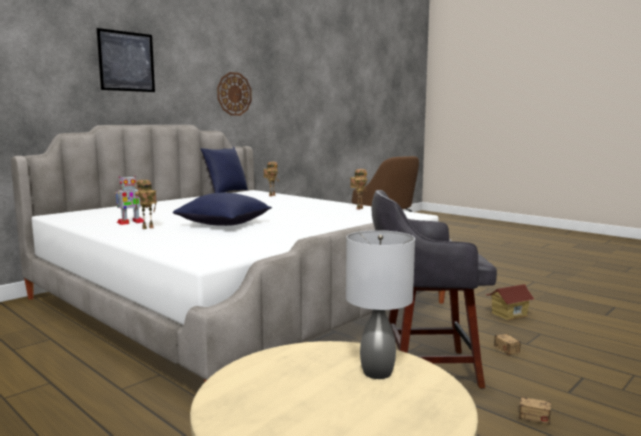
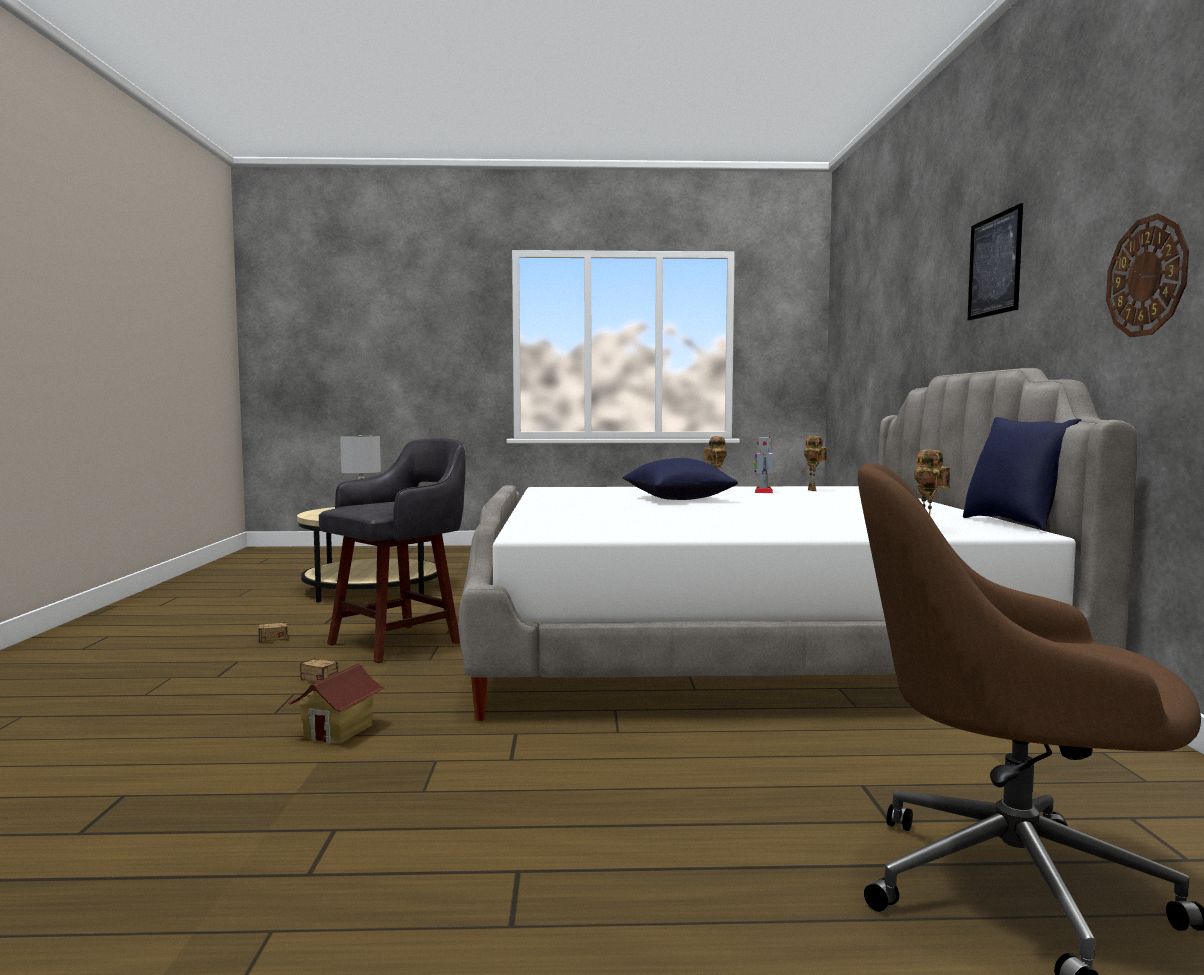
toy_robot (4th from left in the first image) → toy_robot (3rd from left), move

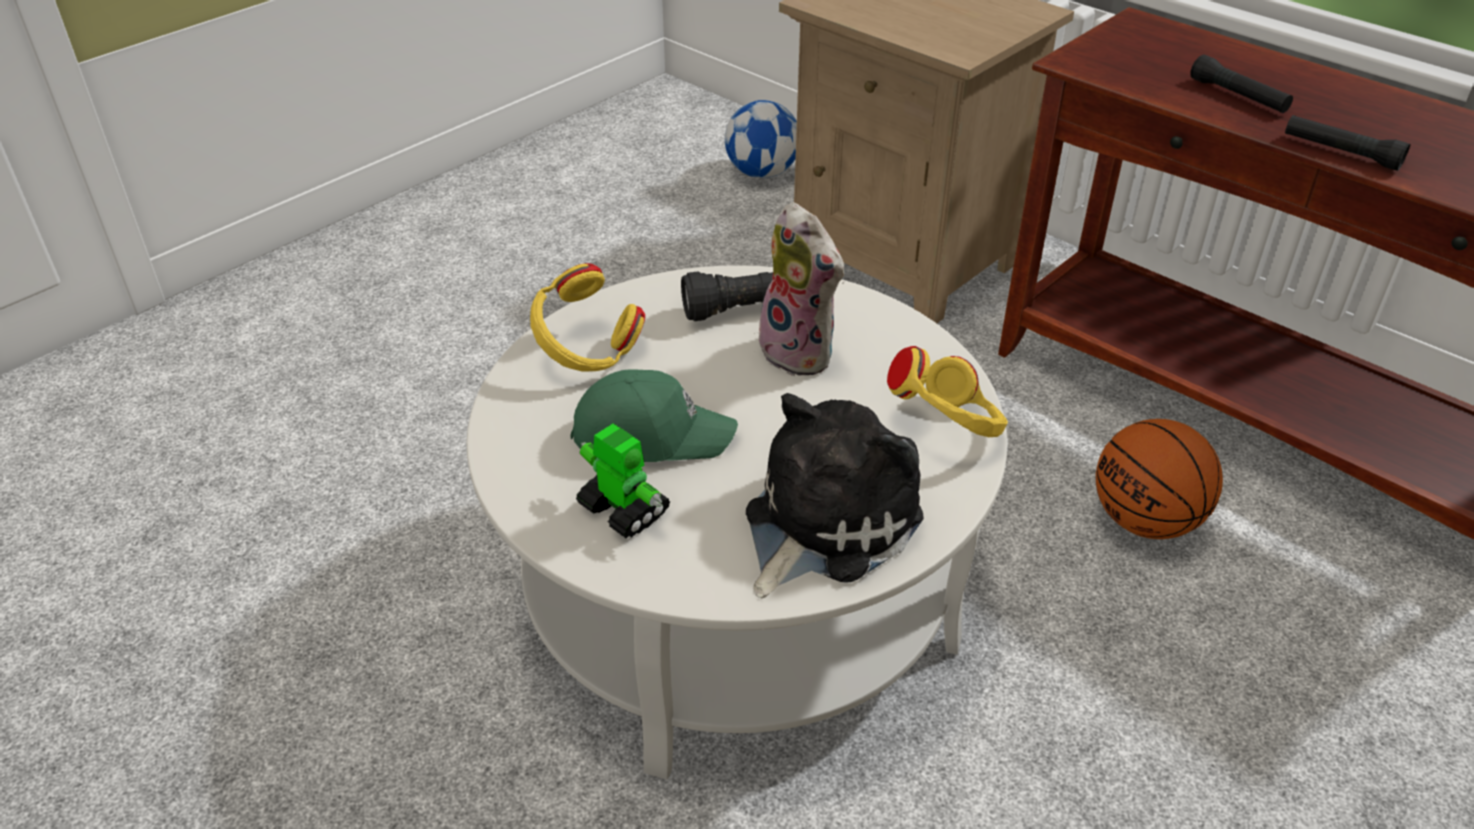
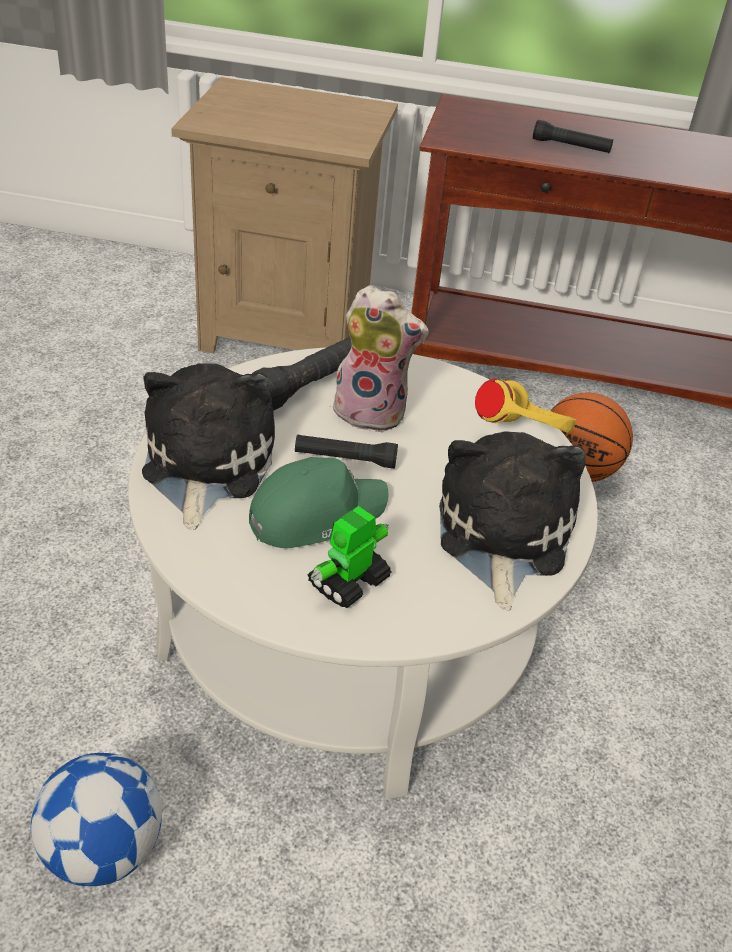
yellow_headphones (1st from left) → plush_toy (1st from left)
toy_robot, 60 degrees counterclockwise
football, move
black_flashlight (3rd from left in the first image) → black_flashlight (2nd from left), move

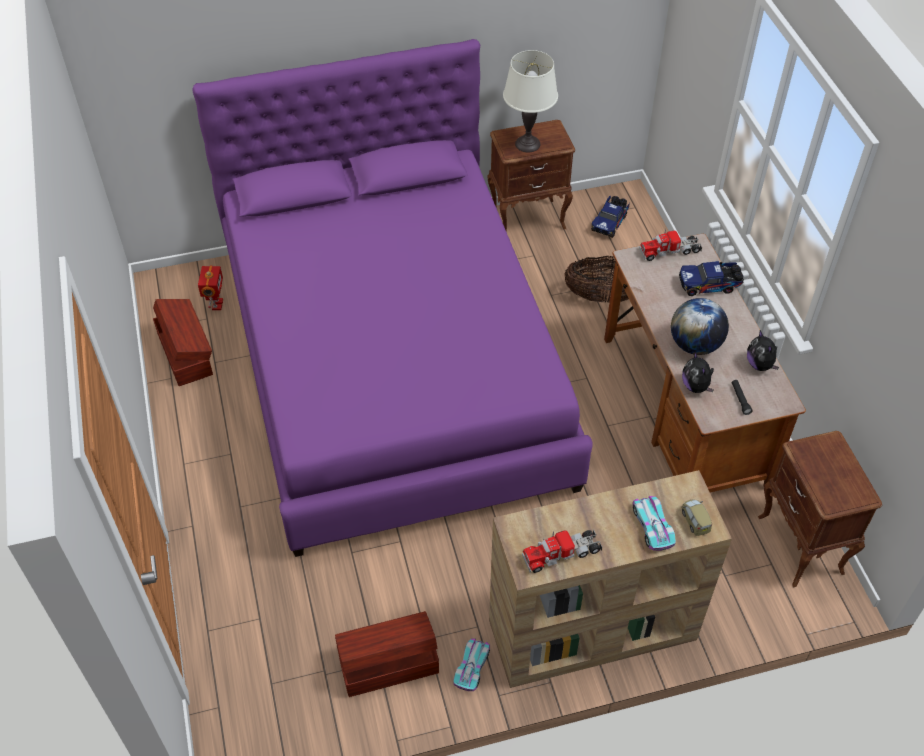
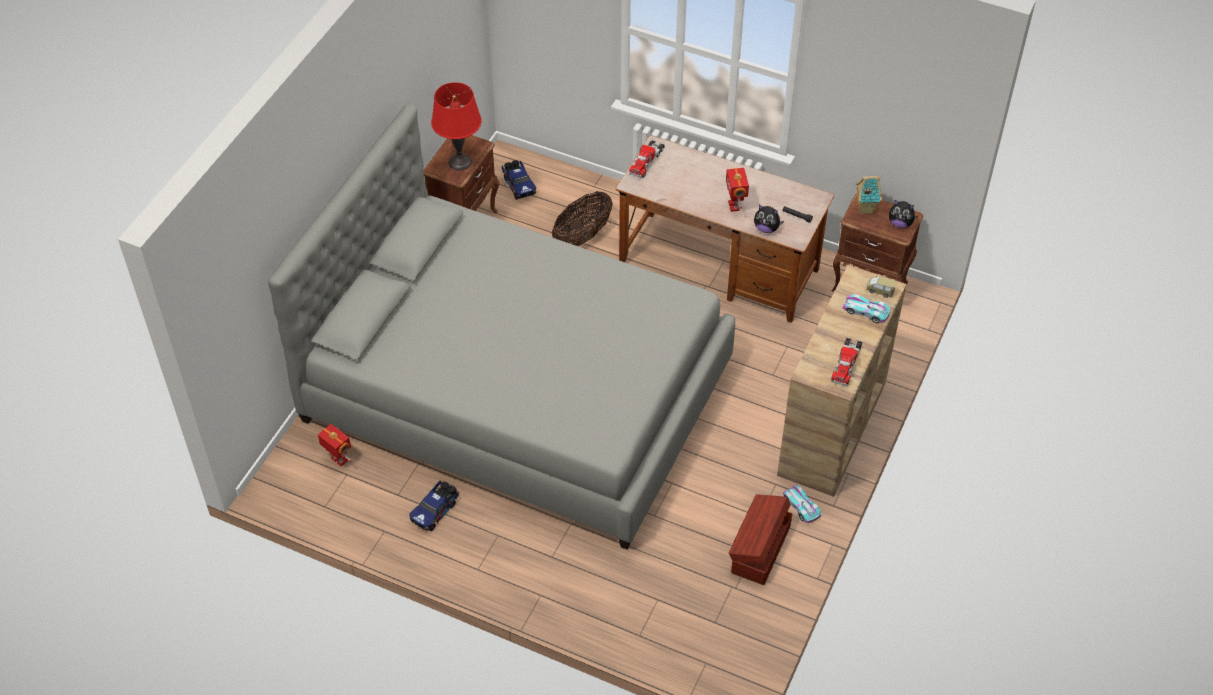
brown_storage_box (1st from left) → -
purple_bed → grey_bed
white_table_lamp → red_table_lamp
globe → toy_robot (2nd from left)
toy_truck (4th from left in the first image) → toy_truck (1st from left), move
plush_toy (2nd from left), move
- → toy_house

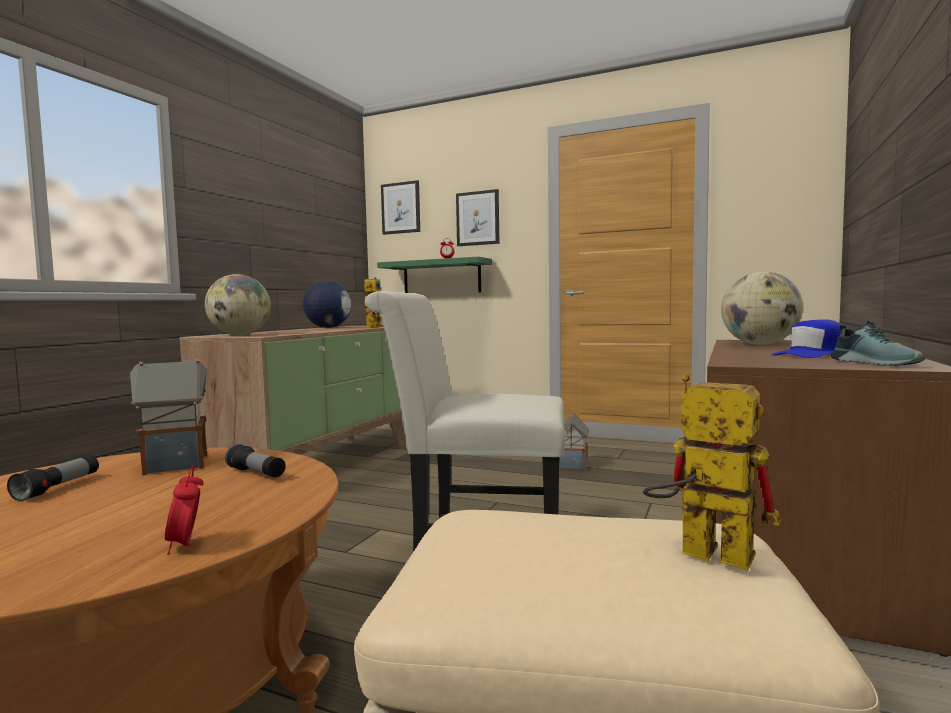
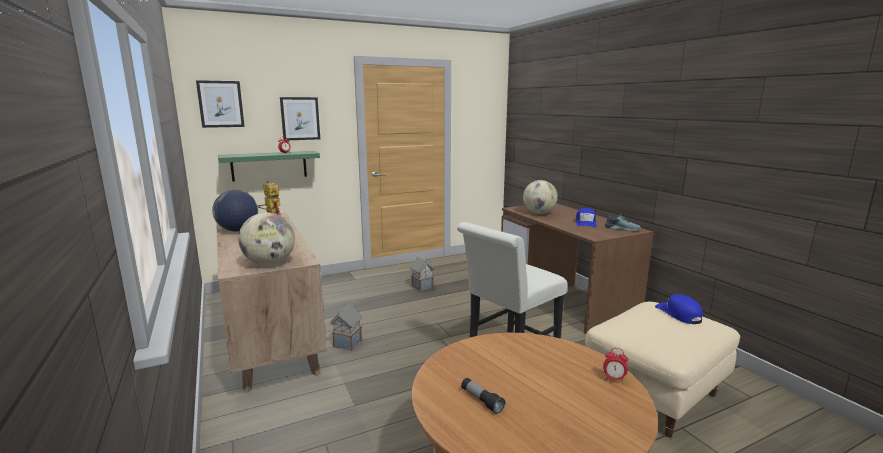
toy_house (1st from left), move
flashlight (2nd from left) → -
toy_robot (2nd from left) → blue_cap (2nd from left)

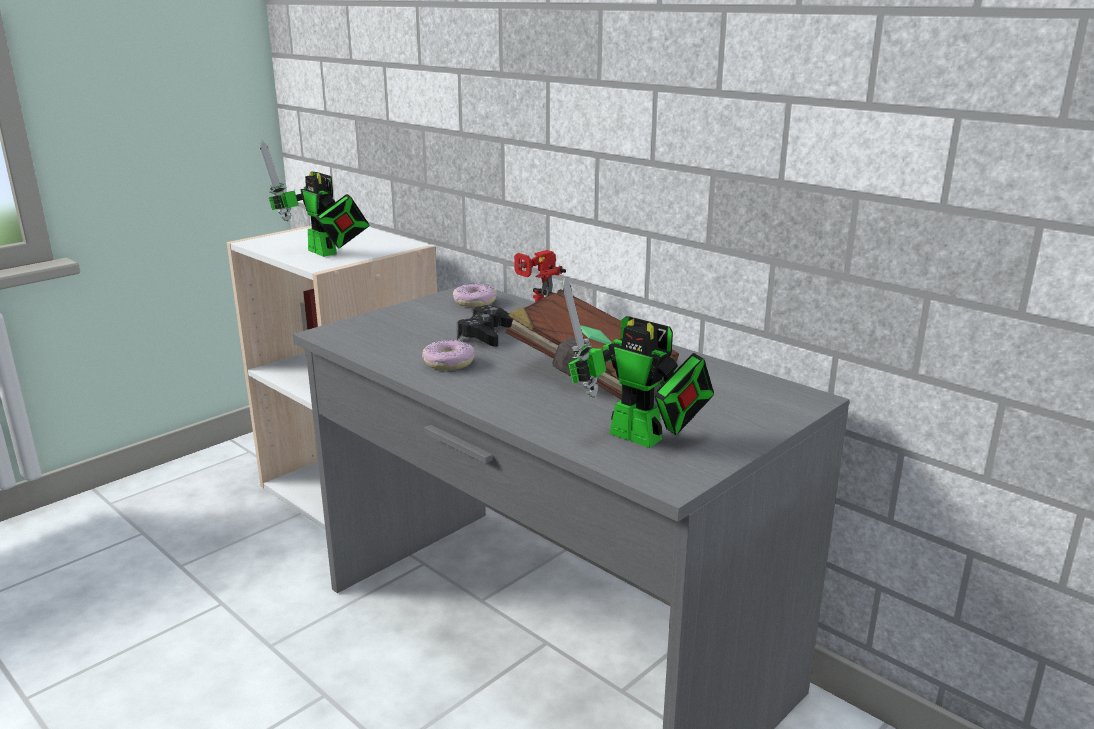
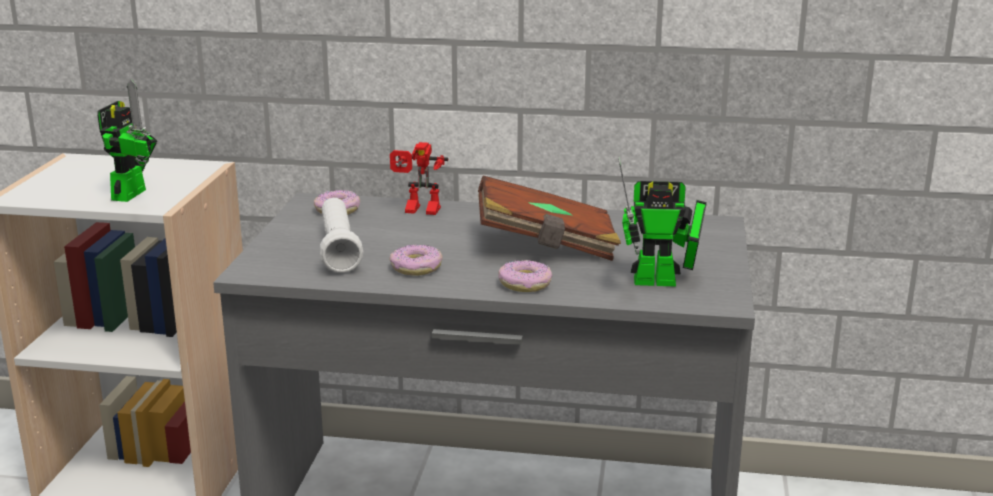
toy_robot (1st from left), 90 degrees counterclockwise
black_game_controller → -
- → white_flashlight
- → donut (3rd from left)

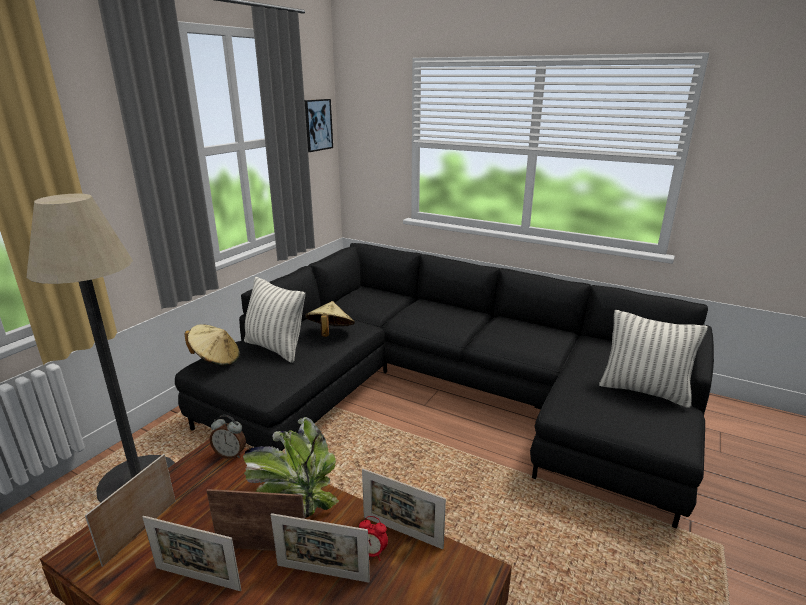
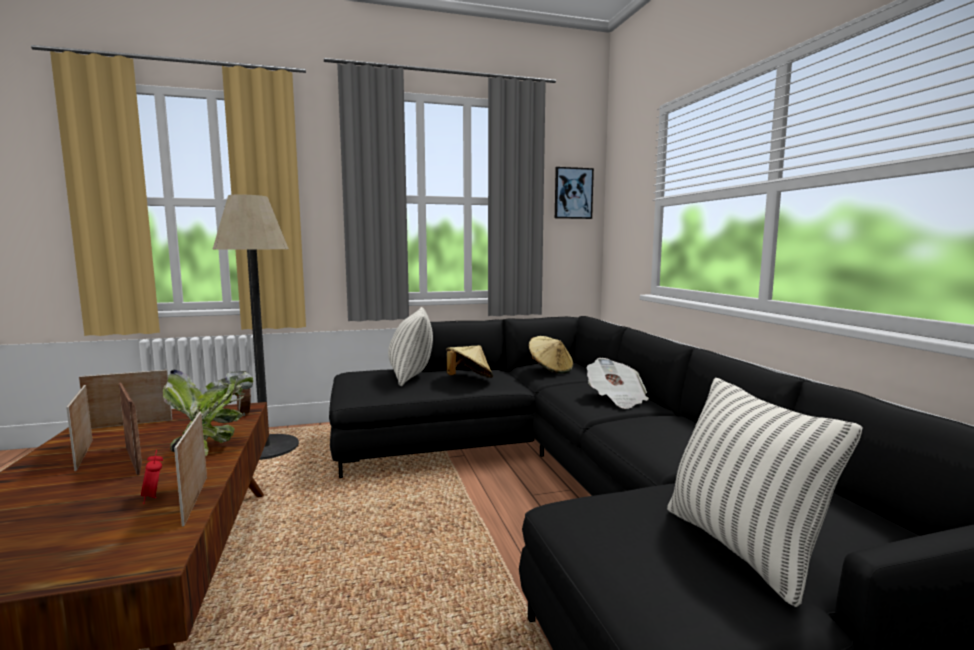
beige_hat (1st from left in the first image) → beige_hat (2nd from left), move
picture_frame (4th from left) → -
- → newspaper

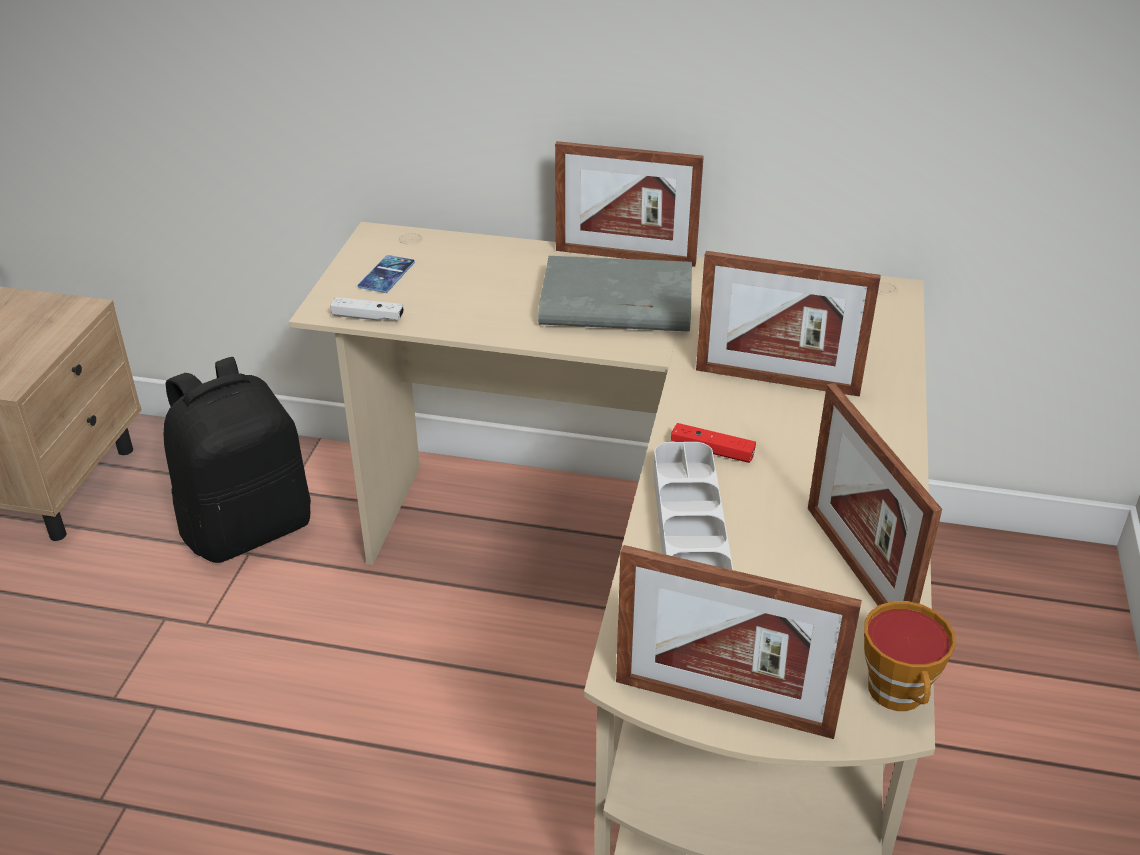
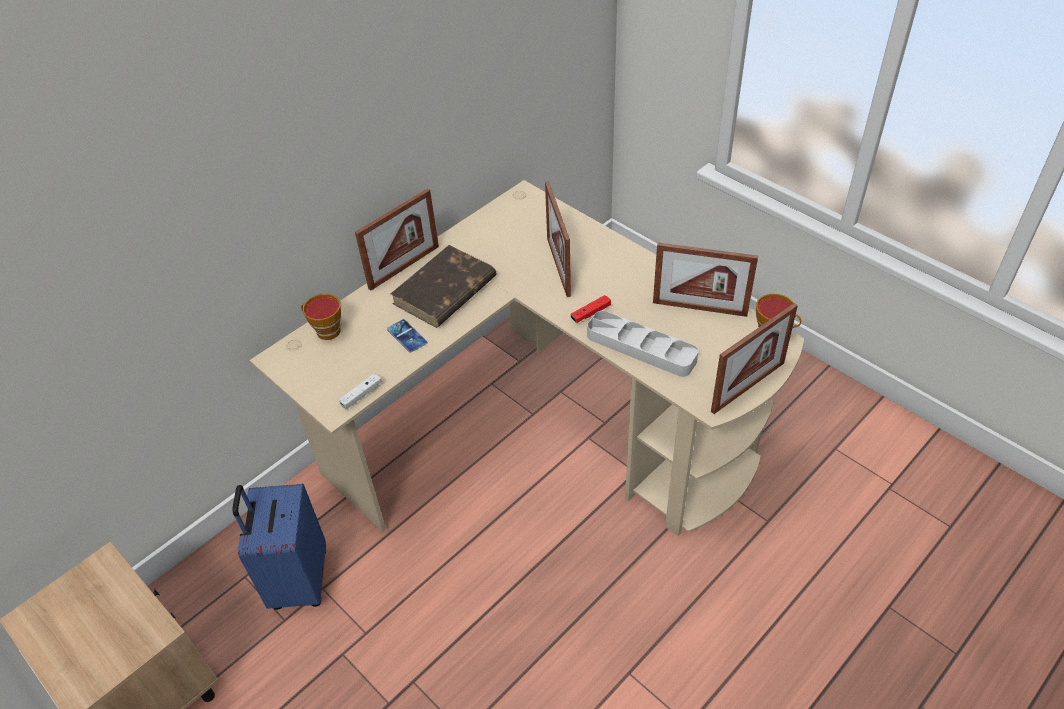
black_backpack → blue_suitcase
phone, move
grey_book → brown_book
picture_frame (3rd from left in the first image) → picture_frame (2nd from left), 120 degrees clockwise
- → cup (1st from left)

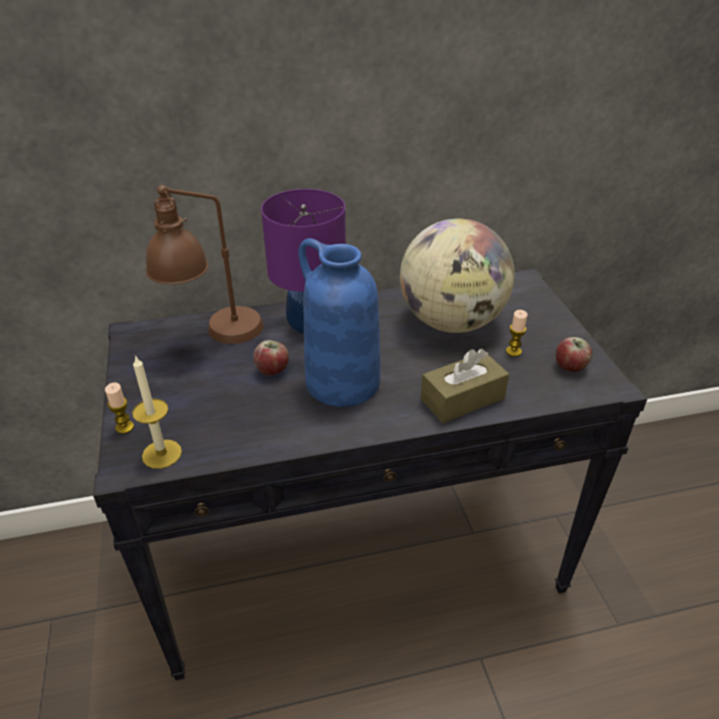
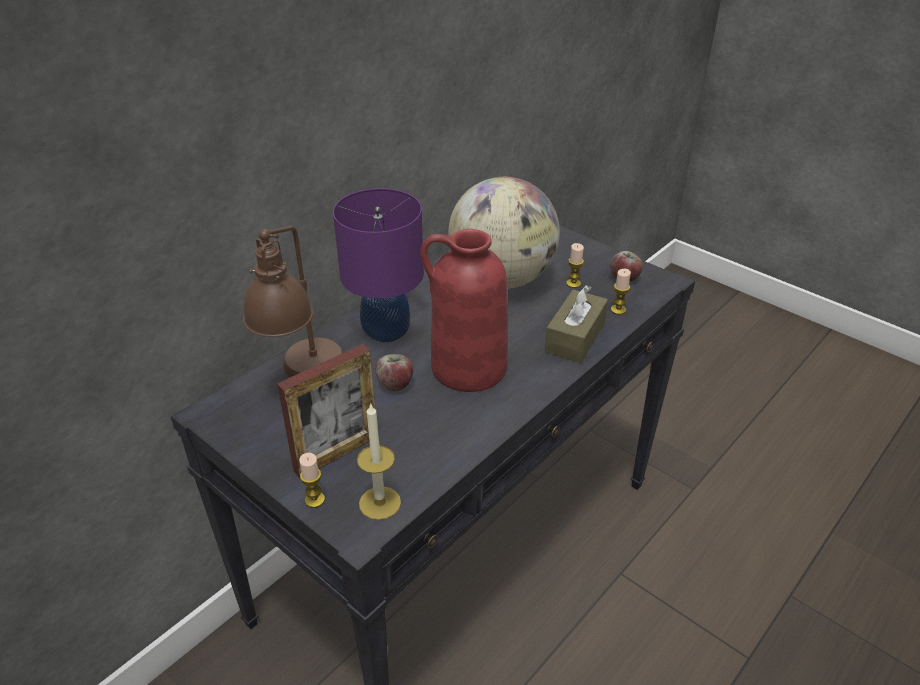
blue_vase → red_vase
- → picture_frame
- → candle (4th from left)

